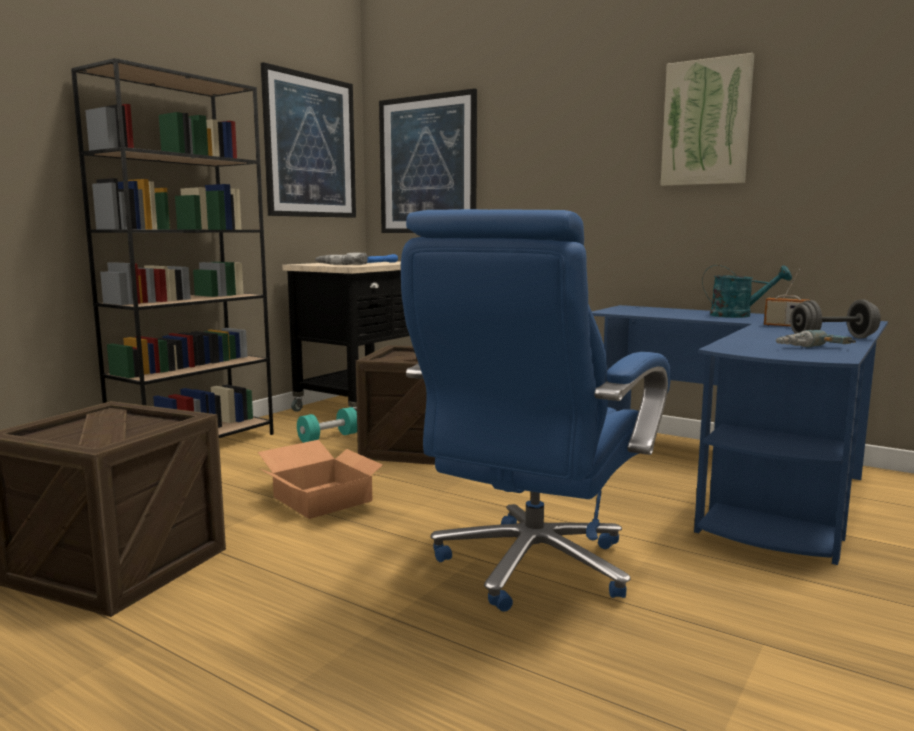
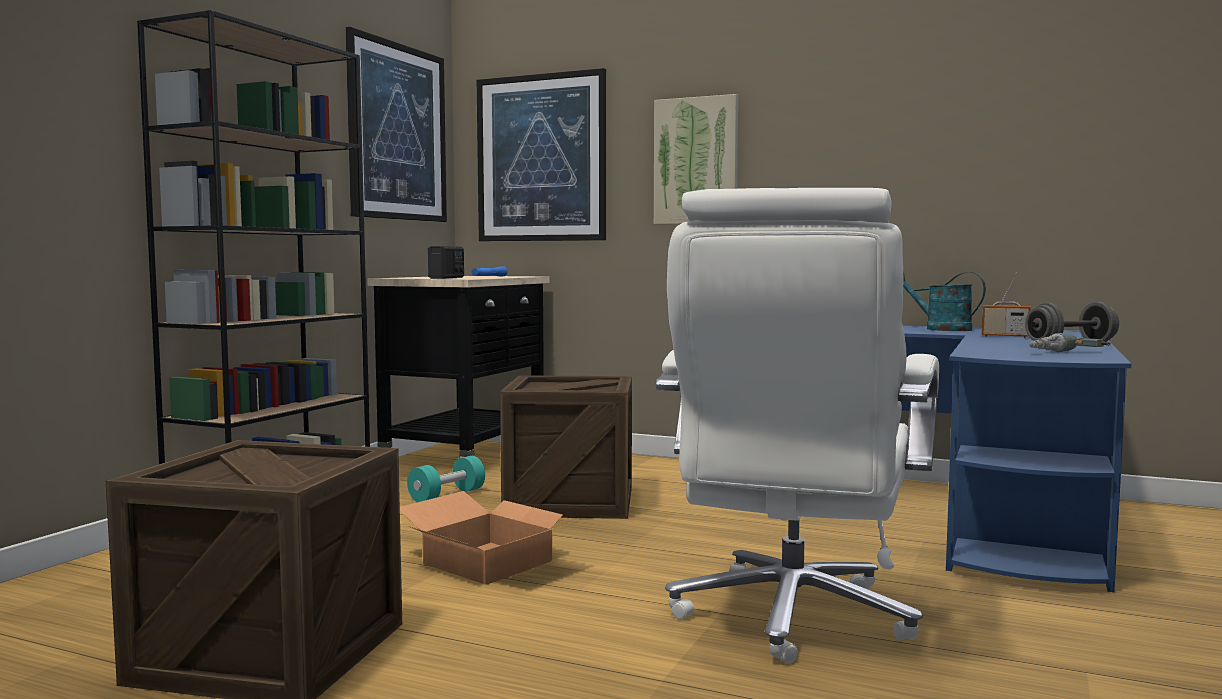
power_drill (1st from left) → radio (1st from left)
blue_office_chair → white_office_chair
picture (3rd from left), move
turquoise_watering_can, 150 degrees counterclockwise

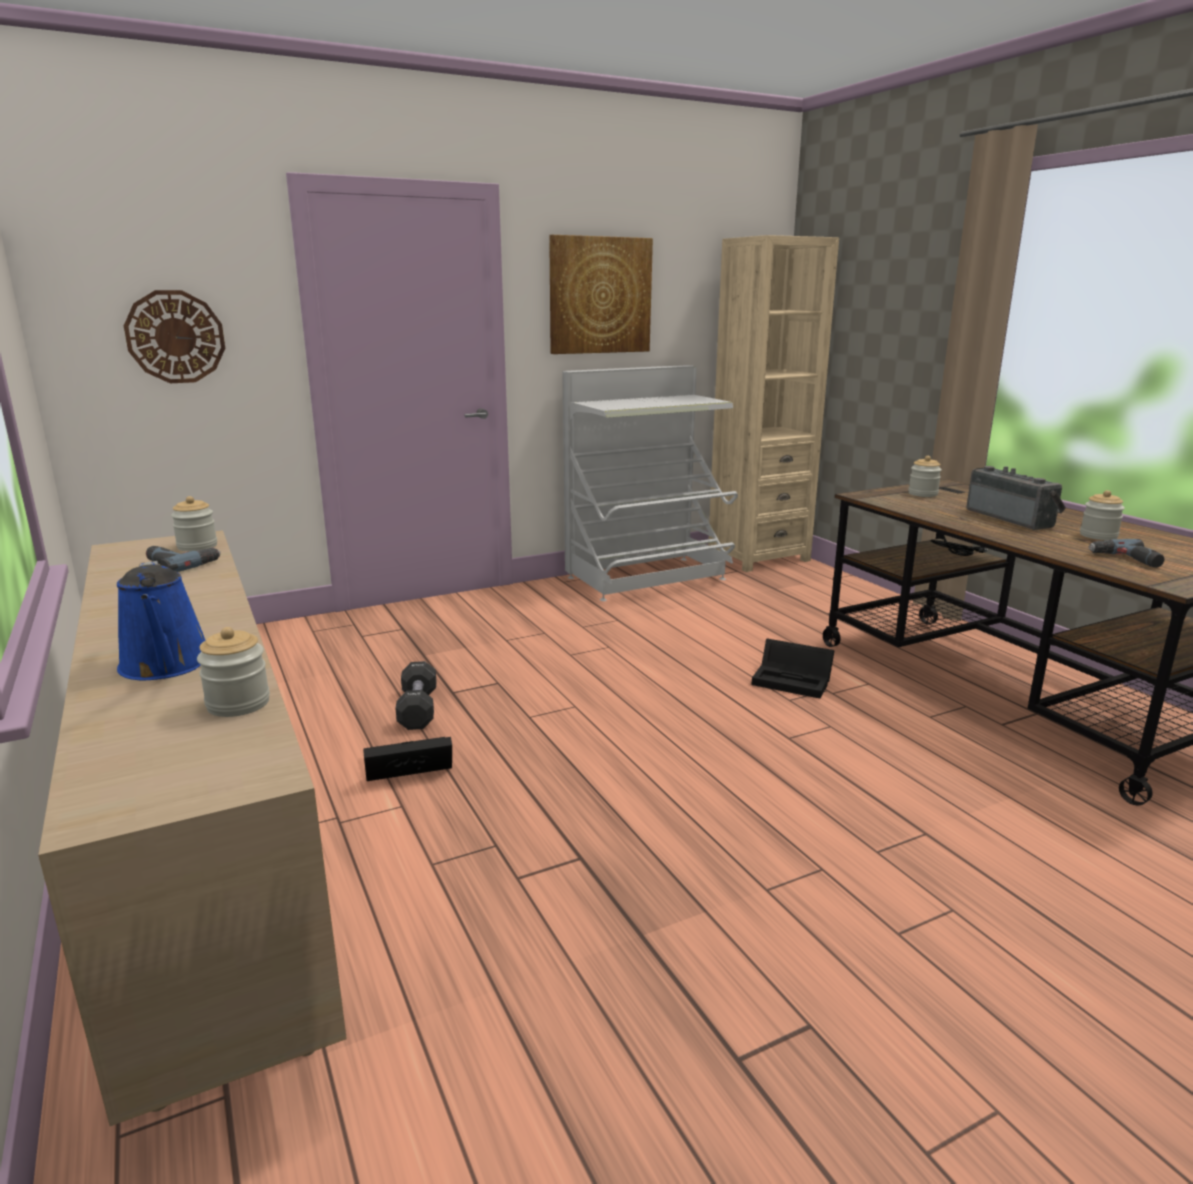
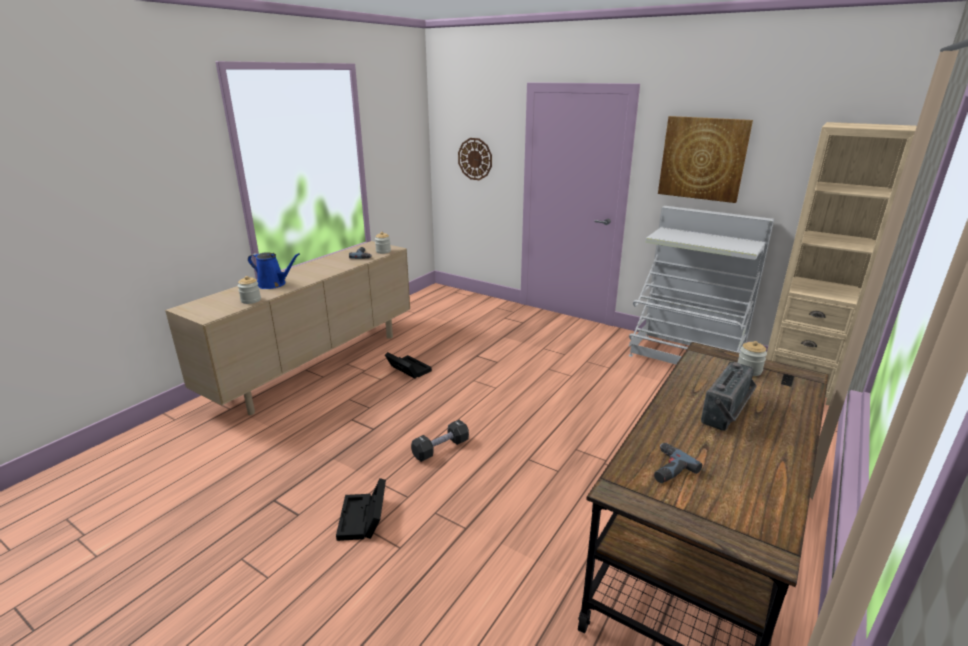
blue_watering_can, 105 degrees counterclockwise
black_dumbbell, move
black_storage_box (2nd from left in the first image) → black_storage_box (1st from left), move
jar (4th from left) → -

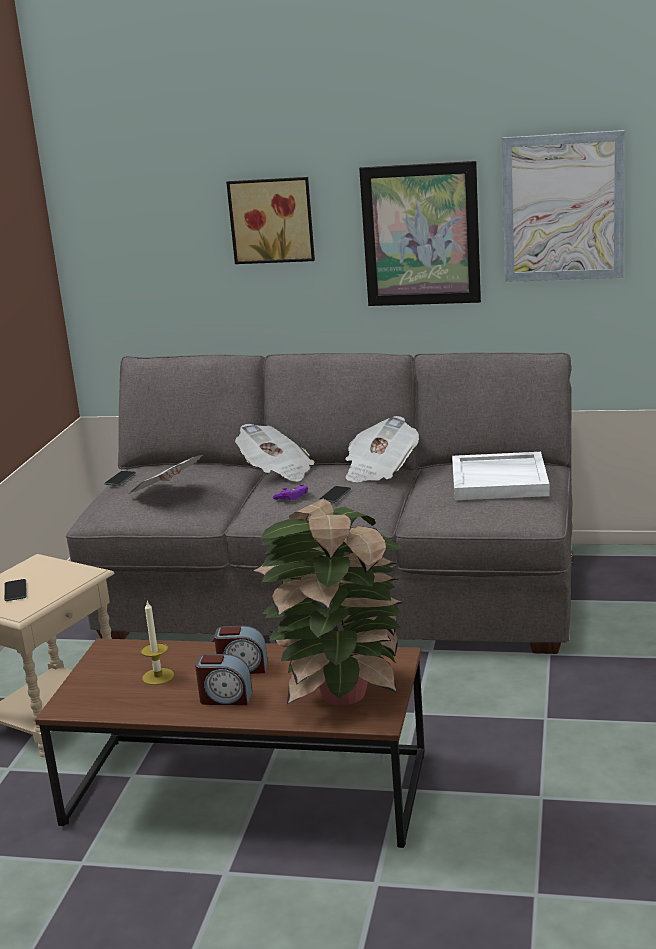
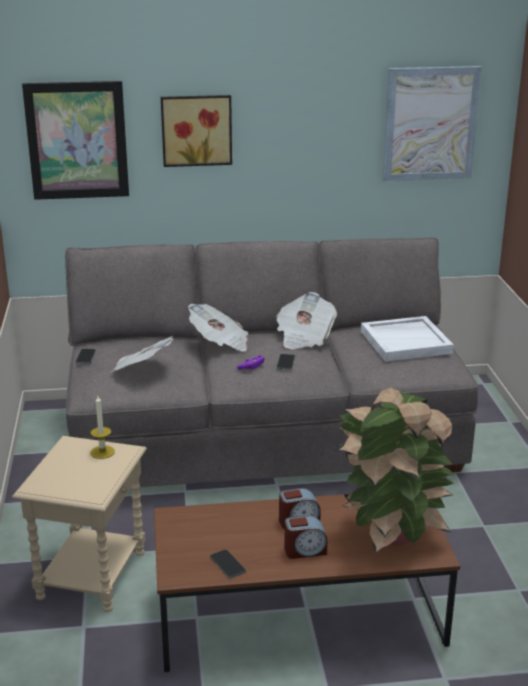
phone (1st from left in the first image) → phone (2nd from left), move
candle, move
picture (2nd from left in the first image) → picture (1st from left), move

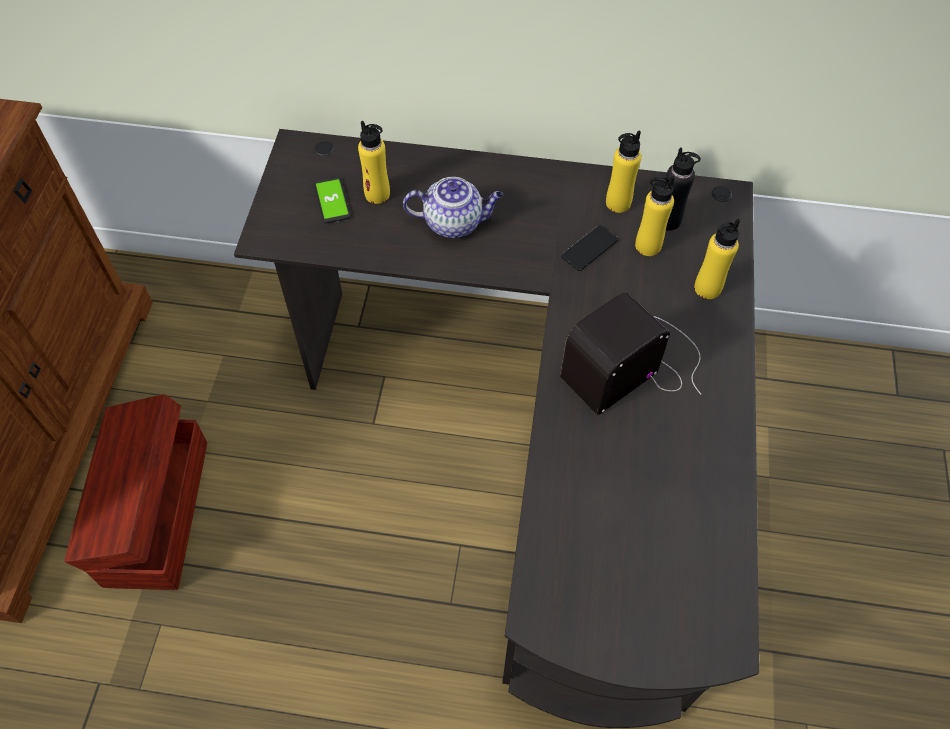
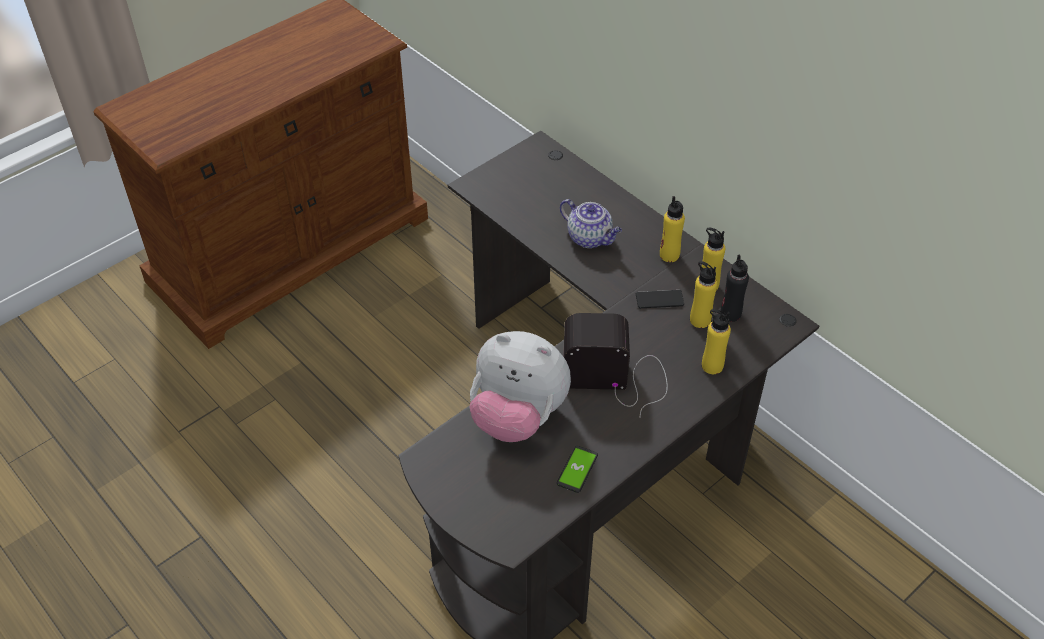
brown_storage_box → -
phone (1st from left), move
yellow_bottle (1st from left), move
- → plush_toy

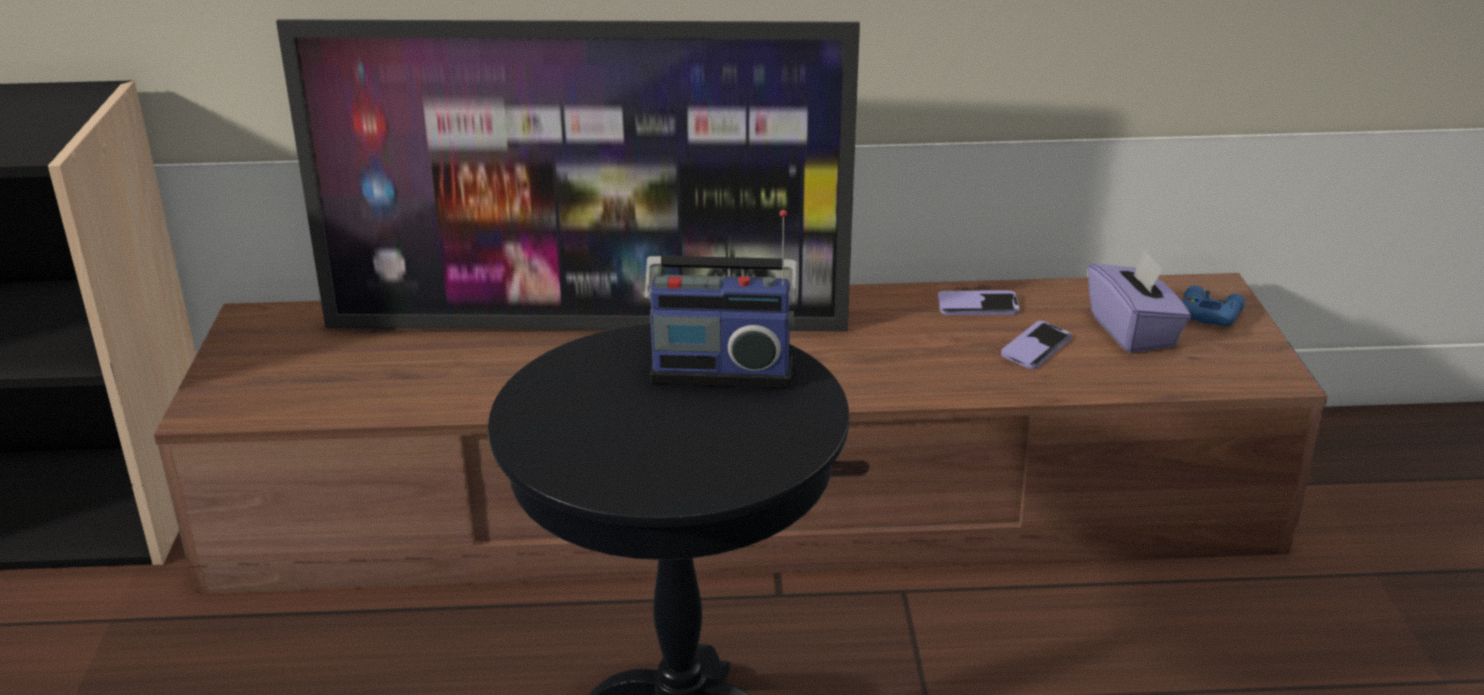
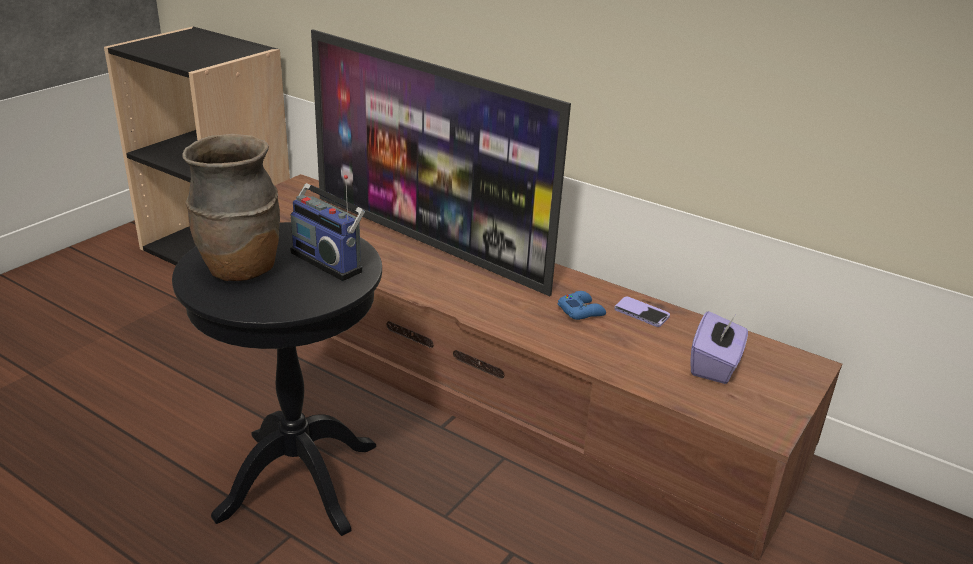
phone (2nd from left) → -
blue_game_controller, move
- → brown_vase

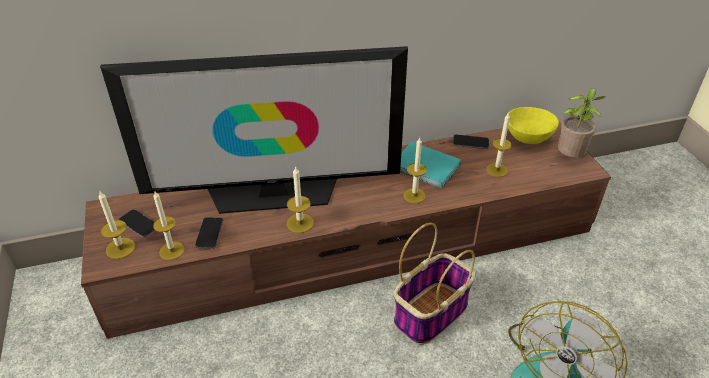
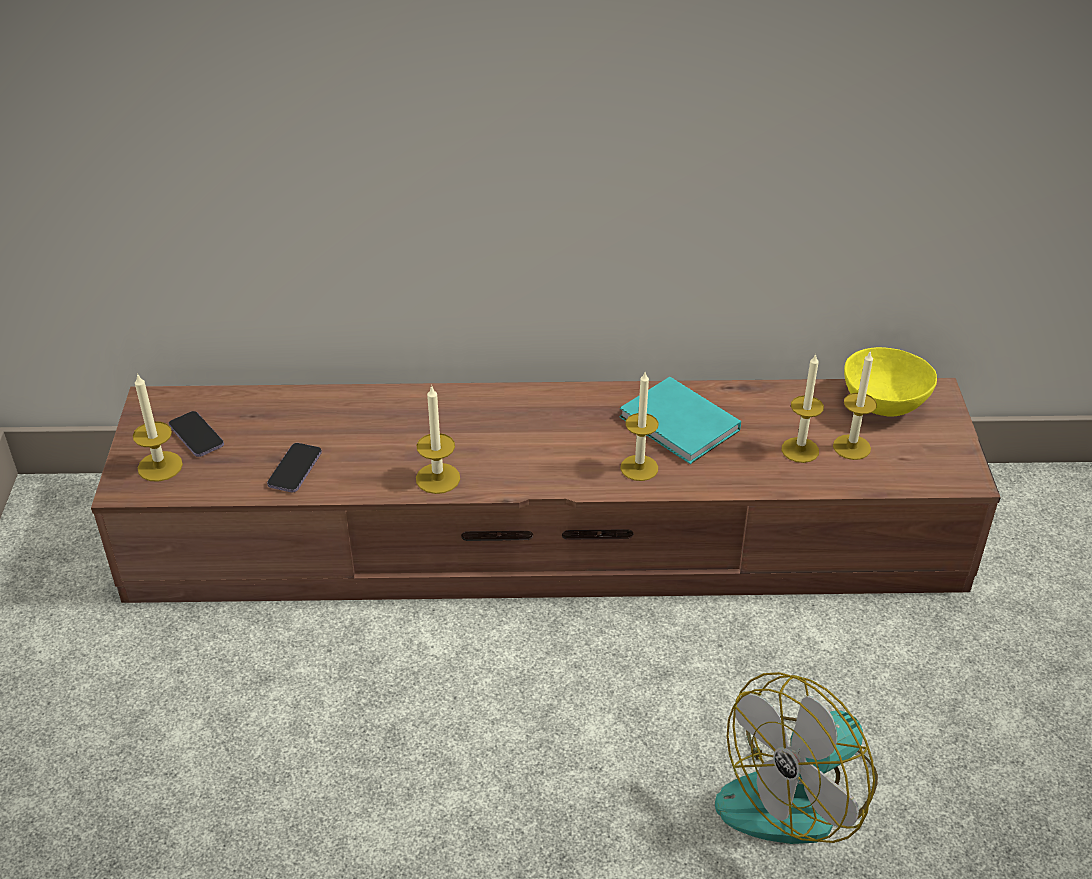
television → -
candle (2nd from left in the first image) → candle (5th from left), move
basket → -
phone (3rd from left) → -
potted_plant → -

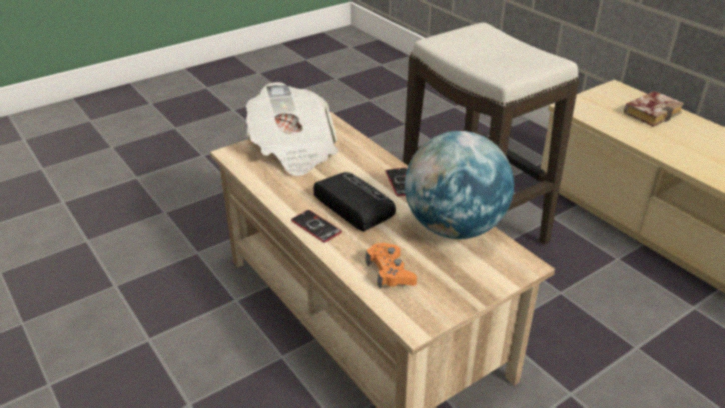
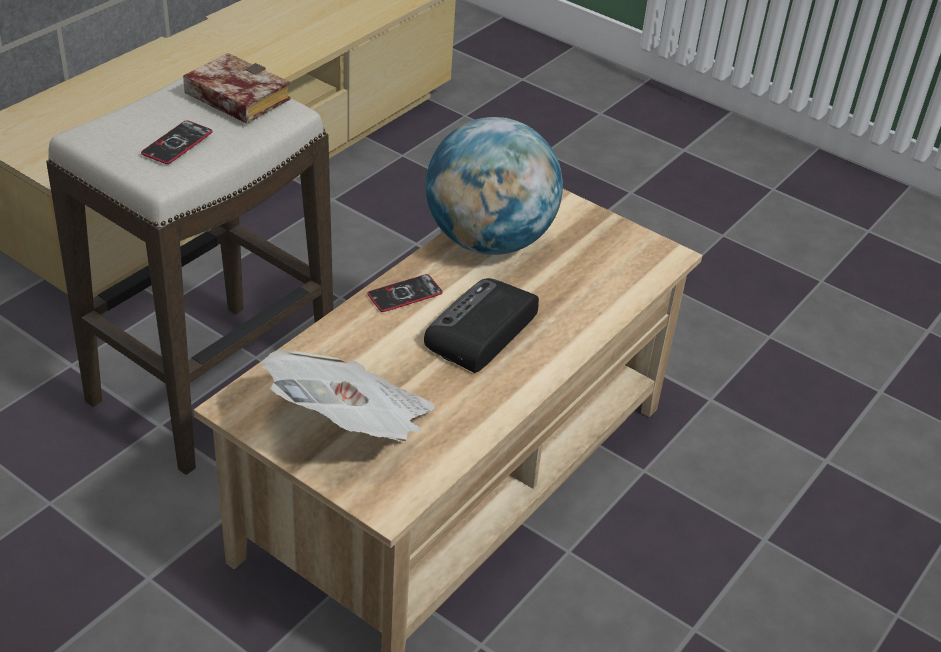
phone (1st from left), move
orange_game_controller → -
book, move

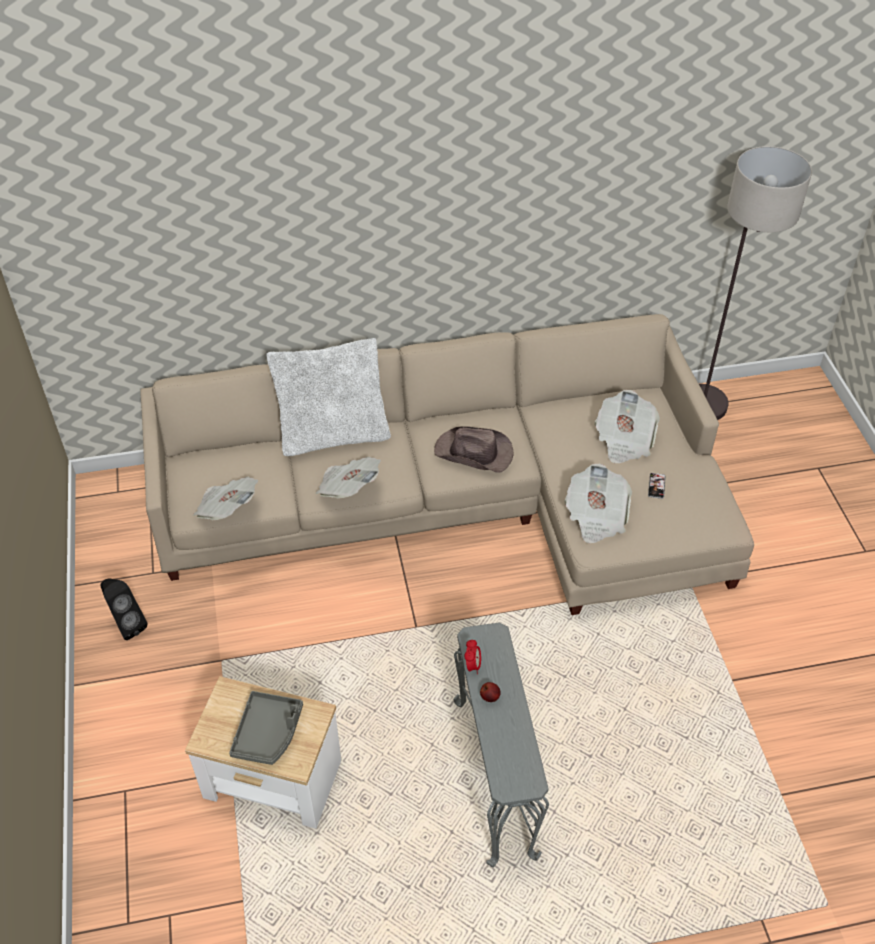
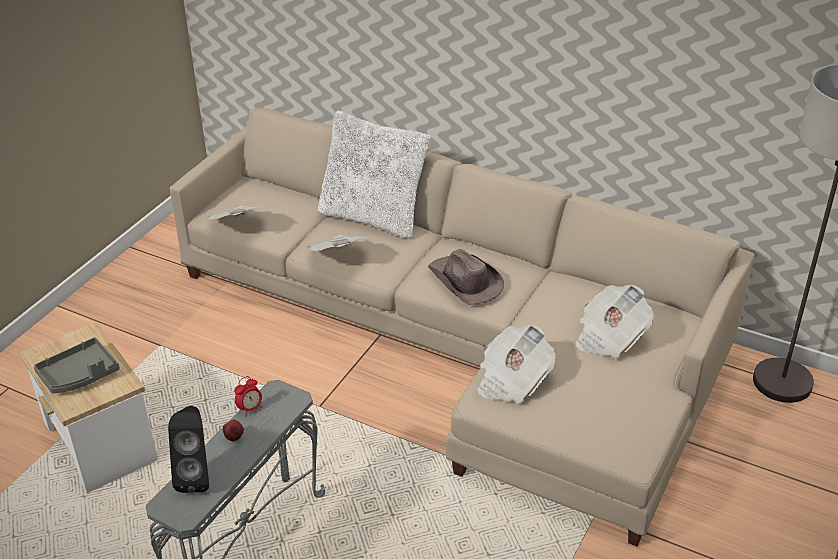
black_speaker, move
phone → -

